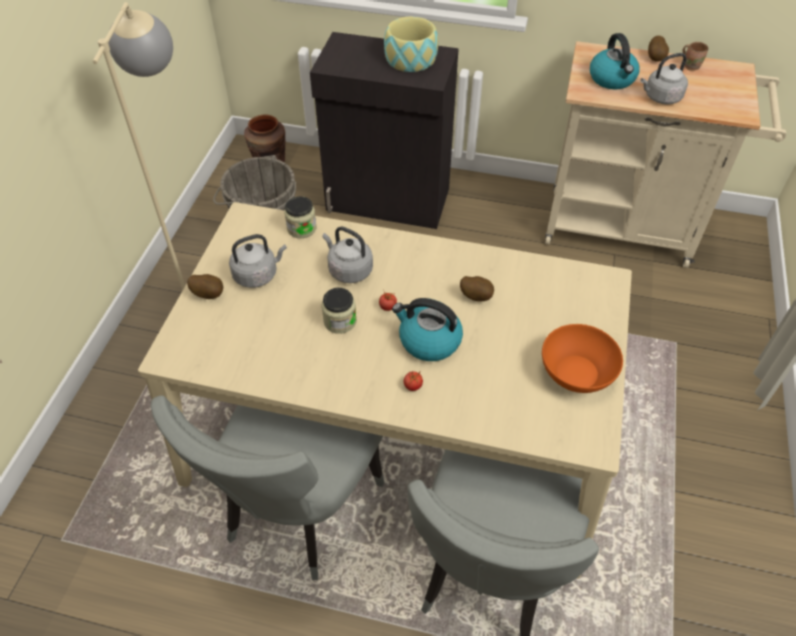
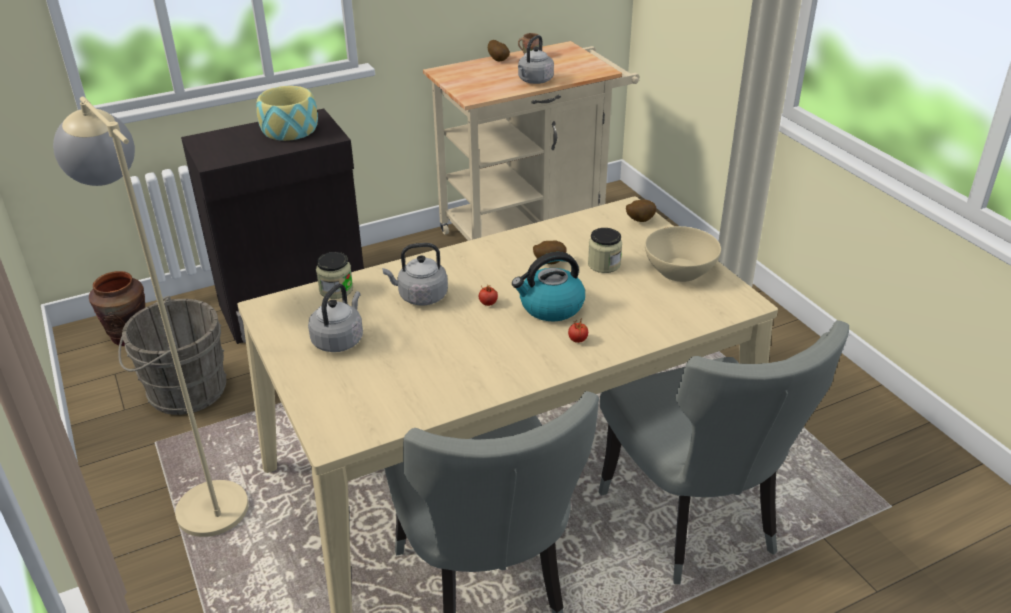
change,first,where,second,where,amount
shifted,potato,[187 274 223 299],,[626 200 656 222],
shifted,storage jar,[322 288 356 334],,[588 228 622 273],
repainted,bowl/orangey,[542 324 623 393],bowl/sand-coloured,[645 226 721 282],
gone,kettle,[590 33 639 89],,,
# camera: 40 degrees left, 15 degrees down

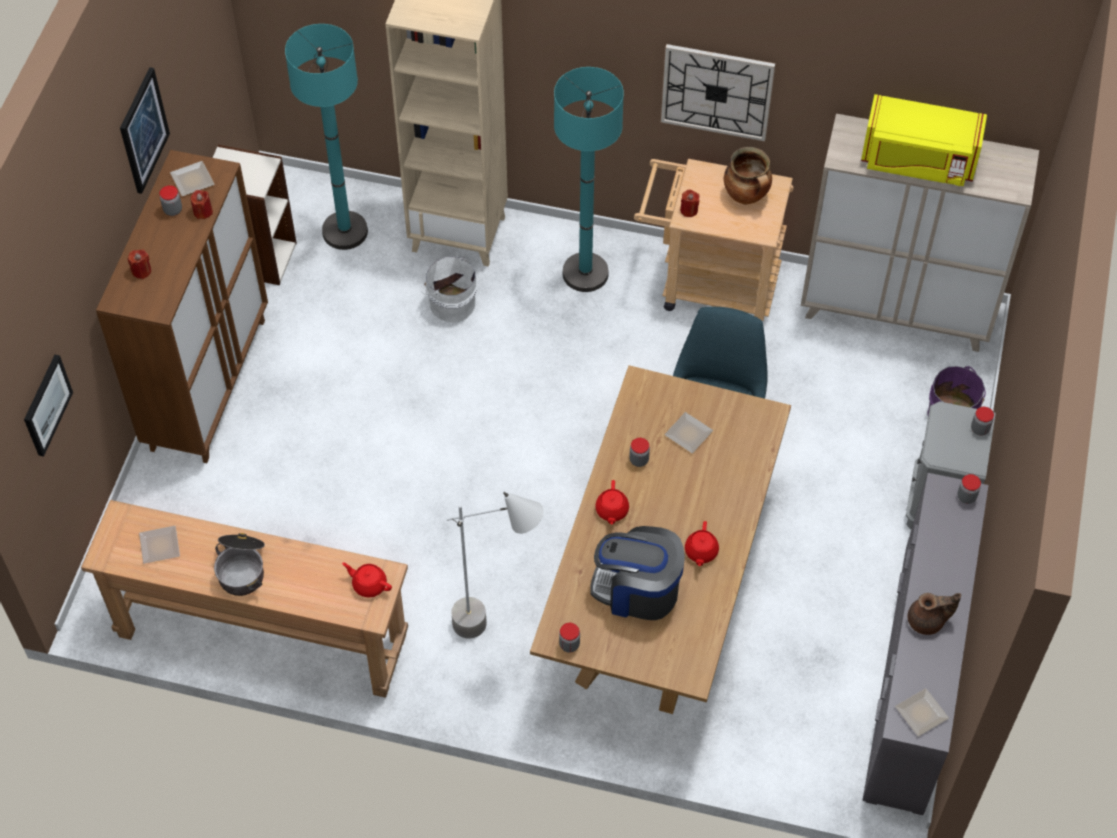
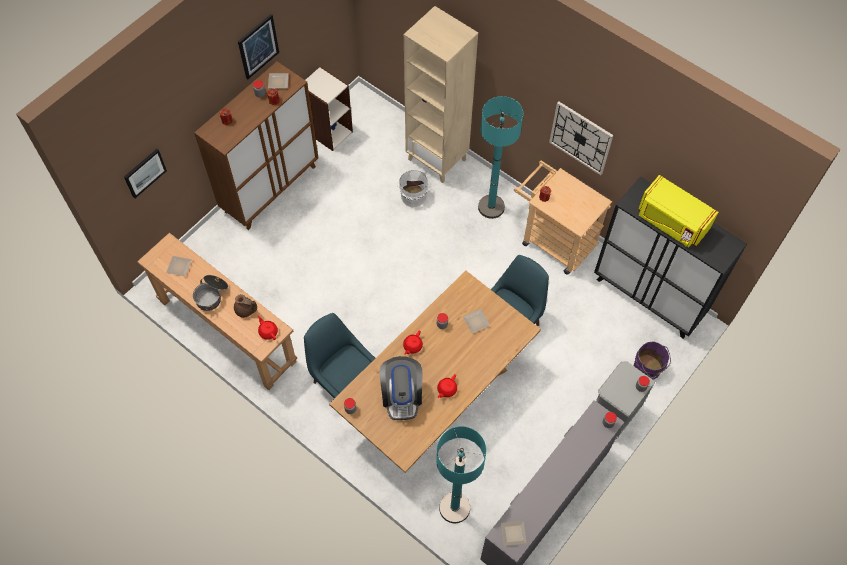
change,first,where,second,where,amount
shifted,floor lamp/turquoise-coloured,[285 24 368 250],,[436 426 486 523],
swapped,floor lamp/gray,[446 492 544 639],plain chair/blue,[304 313 375 398],
rotated,coffee brewer,[590 526 685 620],,[379 356 422 420],135 degrees counterclockwise
gone,cooking pot,[724 147 772 204],,,
repainted,cabinet/sand-coloured,[801 114 1039 352],cabinet/black-coloured,[594 176 747 339],
shifted,pot for tea/brownish,[907 593 961 635],,[234 294 257 318],
# camera: 25 degrees right, 5 degrees up

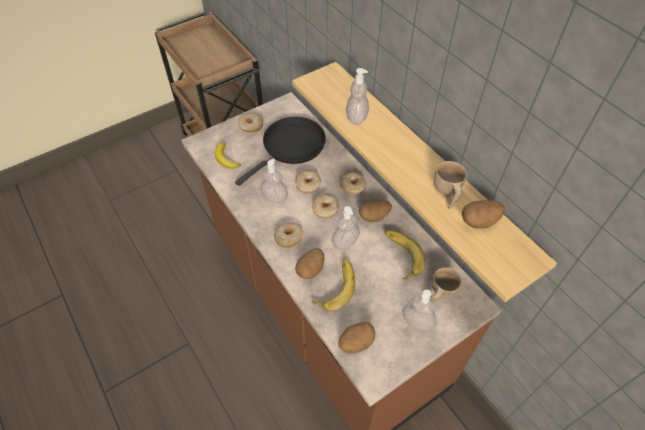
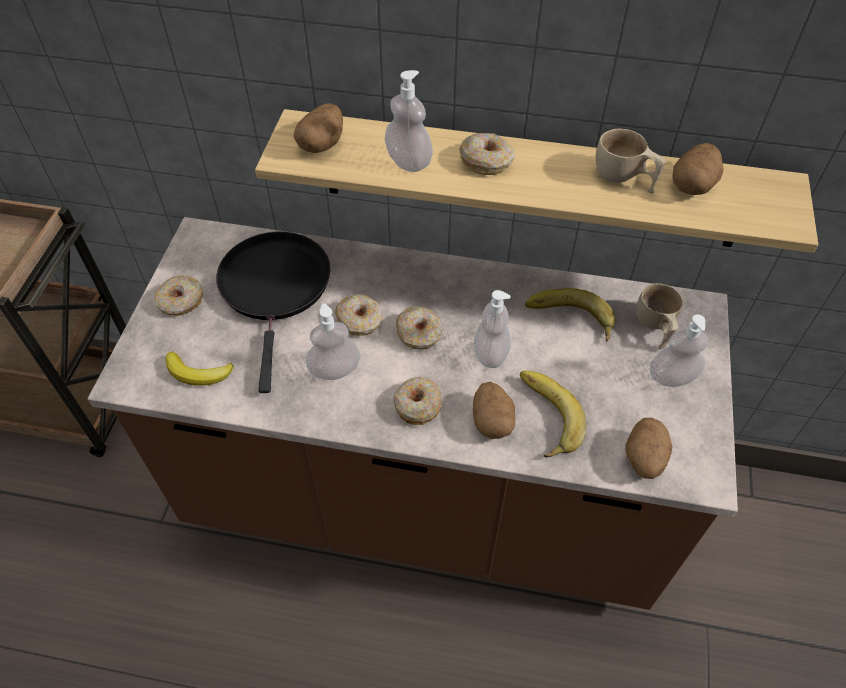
change,first,where,second,where,amount
shifted,doughnut,[340 171 366 195],,[459 133 515 175],
shifted,potato,[359 200 392 222],,[294 103 343 153],
# camera: 45 degrees left, 0 degrees up

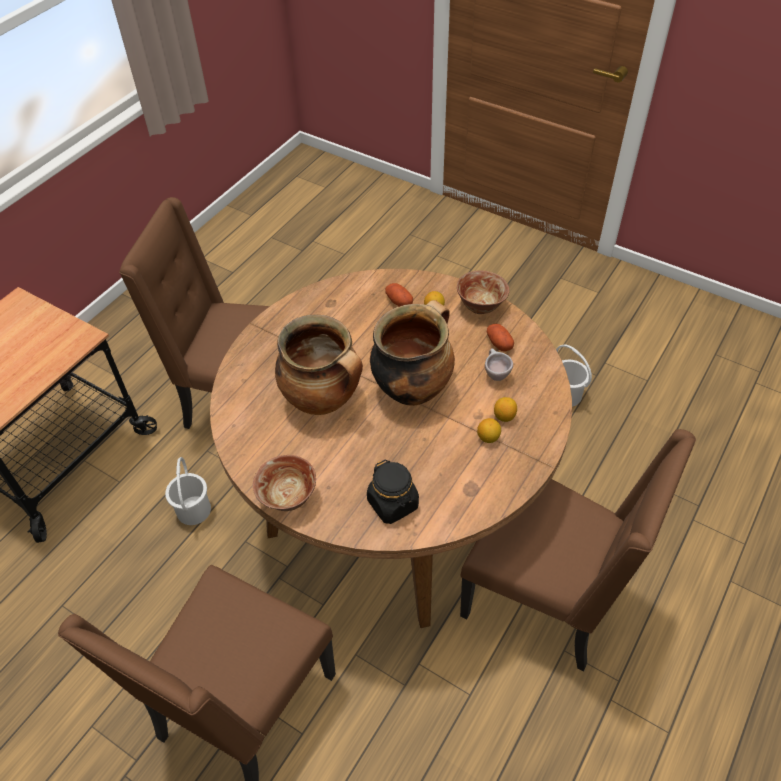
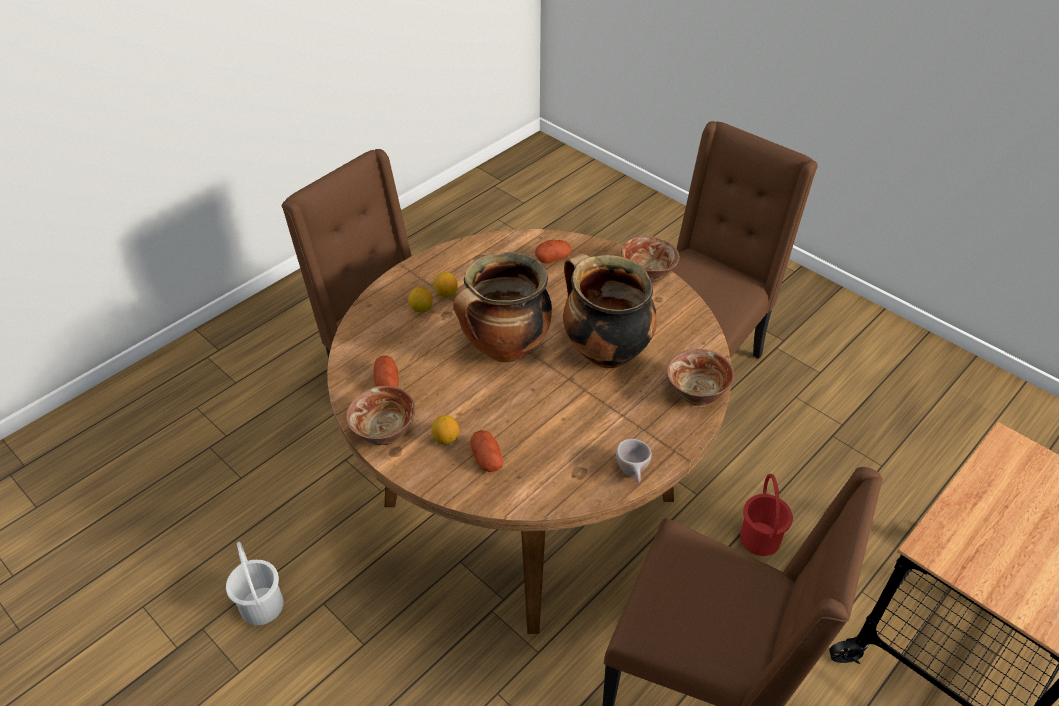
change,first,where,second,where,amount
repainted,water bucket/white,[165 457 211 525],water bucket/red-coloured,[740 474 793 556],
swapped,storage jar/black-coloured,[367 459 419 524],potato,[535 240 571 264],
shifted,drinking cup/sand-coloured,[485 348 513 381],,[616 439 652 483],
new,,,bowl,[667 349 734 406],
# camera: 170 degrees left, 5 degrees down

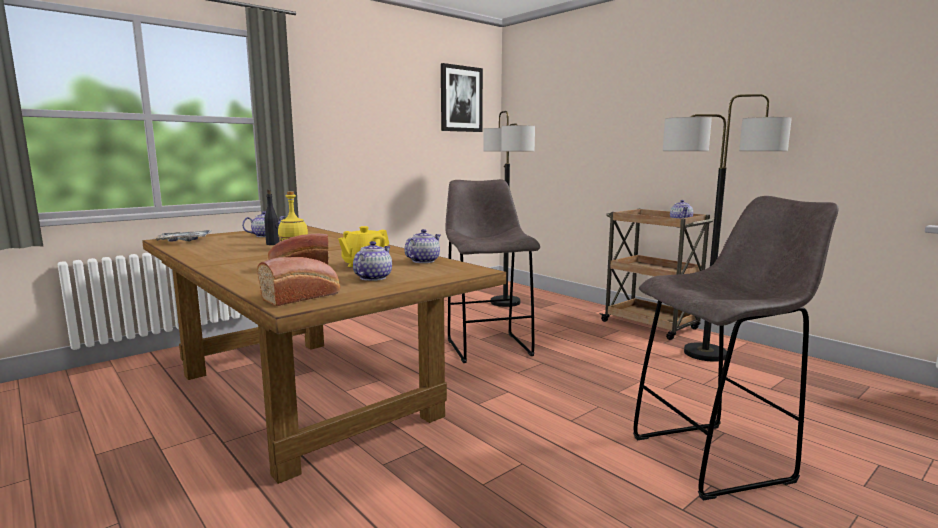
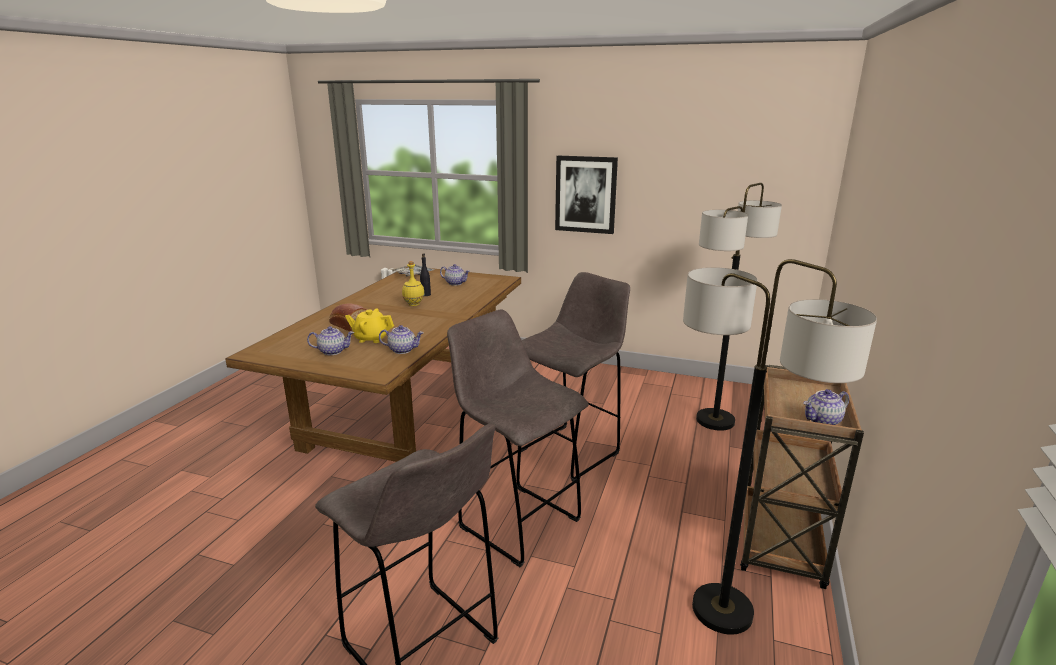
change,first,where,second,where,amount
gone,bakery bread,[257 257 340 306],,,
shifted,picture,[441 63 483 132],,[555 156 618 234],
new,,,stool/gray,[447 309 589 567],
# camera: 60 degrees right, 10 degrees up

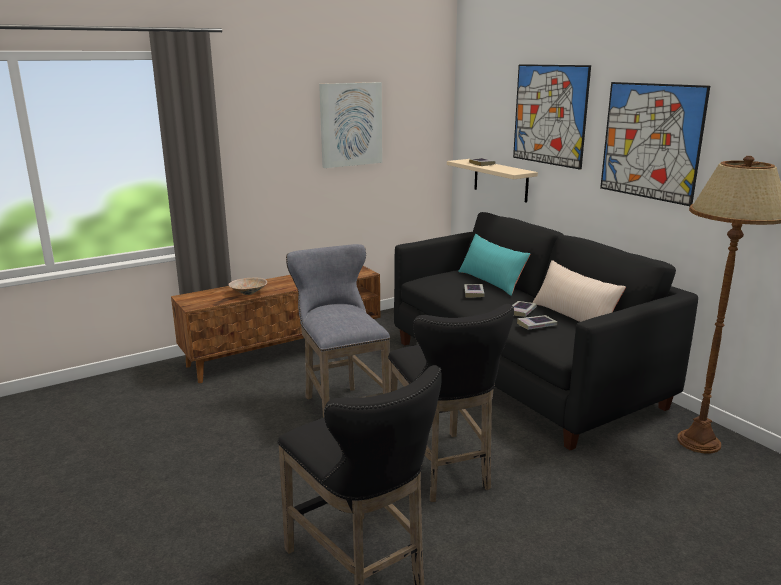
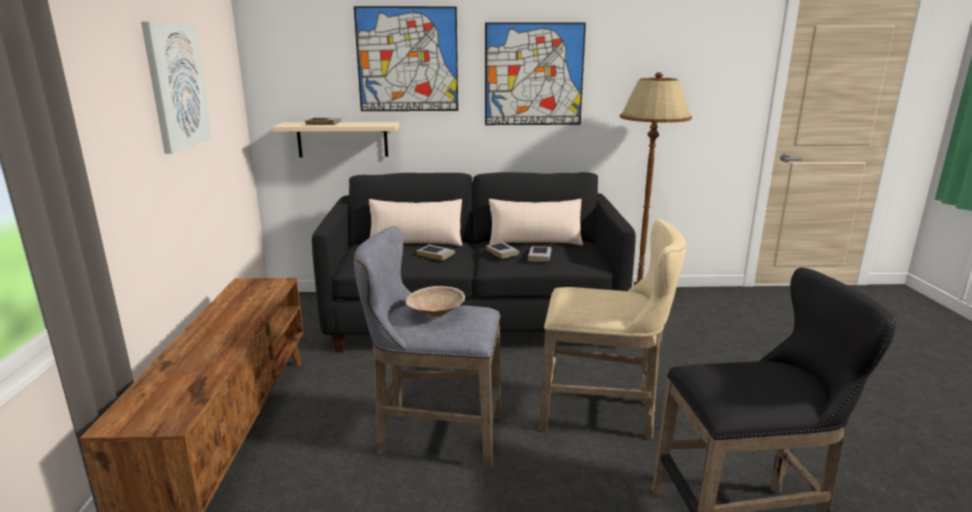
change,first,where,second,where,amount
shifted,bowl/sand-coloured,[228 277 267 295],,[405 286 465 316],
repainted,stool/black-coloured,[388 304 514 502],stool/sand-coloured,[539 219 686 440],
repainted,throw pillow/turquoise-coloured,[458 234 531 296],throw pillow/sand-coloured,[369 199 462 246],
# camera: 60 degrees left, 0 degrees up

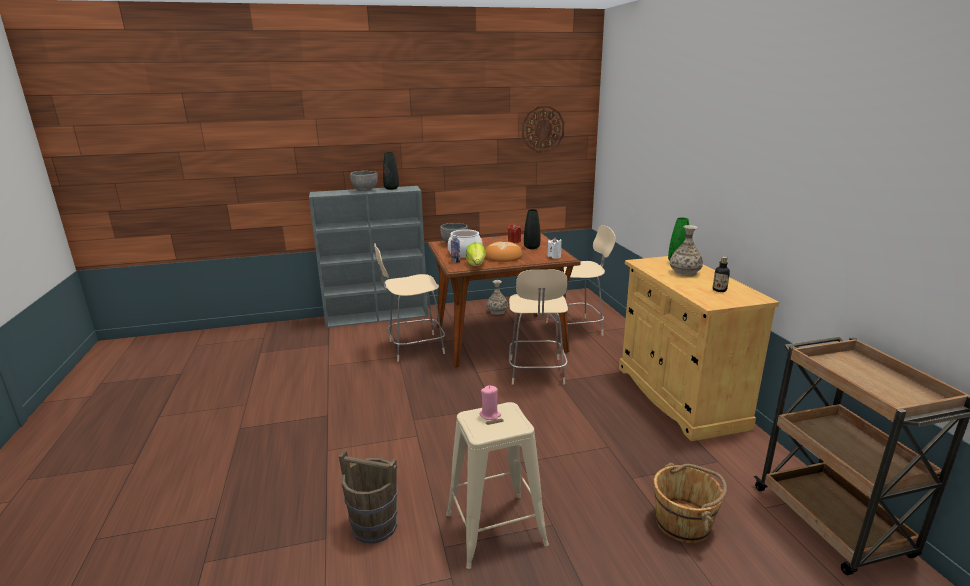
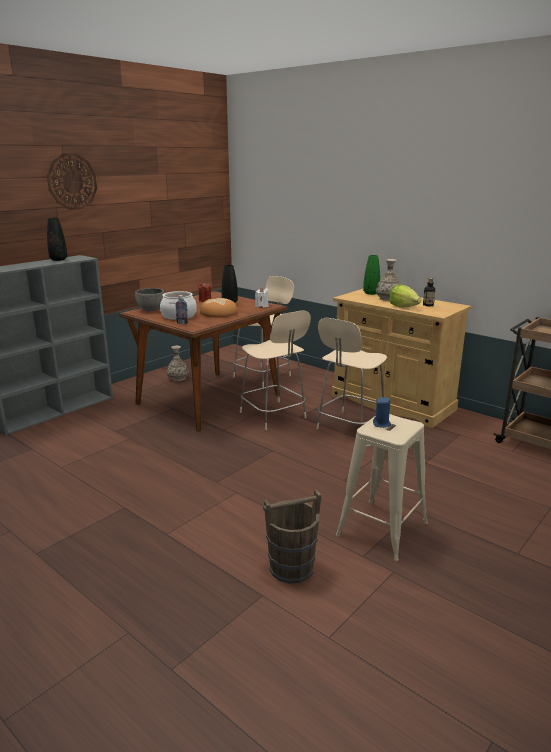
change,first,where,second,where,amount
gone,bowl/gray,[350 171 378 191],,,
shifted,plain chair/sand-coloured,[374 243 445 361],,[316 318 387 429],
shifted,lettuce,[466 242 486 266],,[389 285 421 307],
repainted,wax candle/pink-coloured,[480 386 501 420],wax candle/blue,[373 397 391 428],
shifted,clock on the wall,[522 106 565 153],,[47 153 97 210],
gone,water bucket/brownish,[654 463 727 543],,,
# camera: 35 degrees left, 0 degrees up

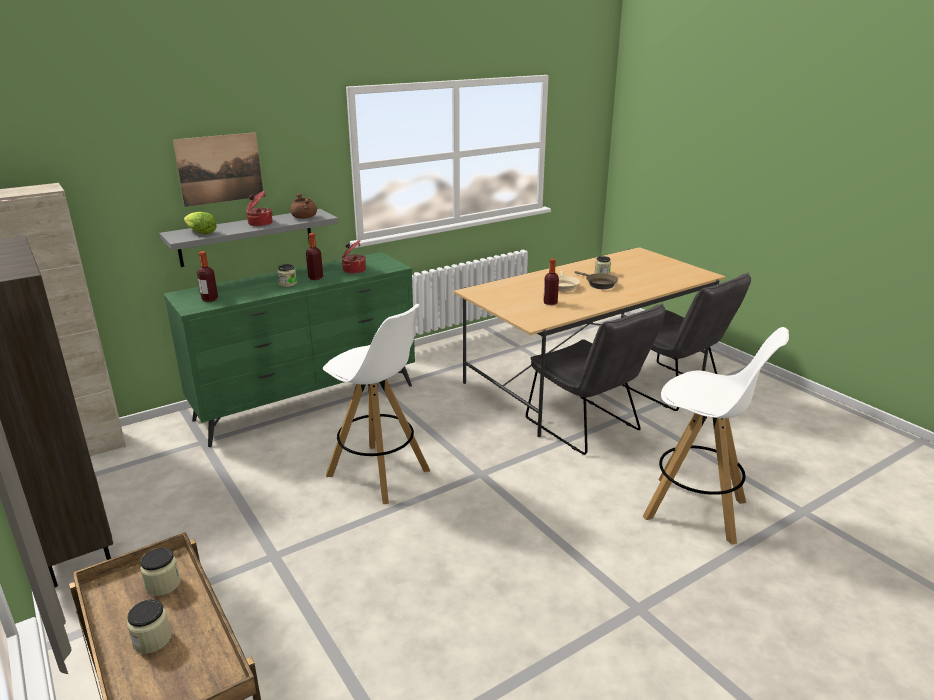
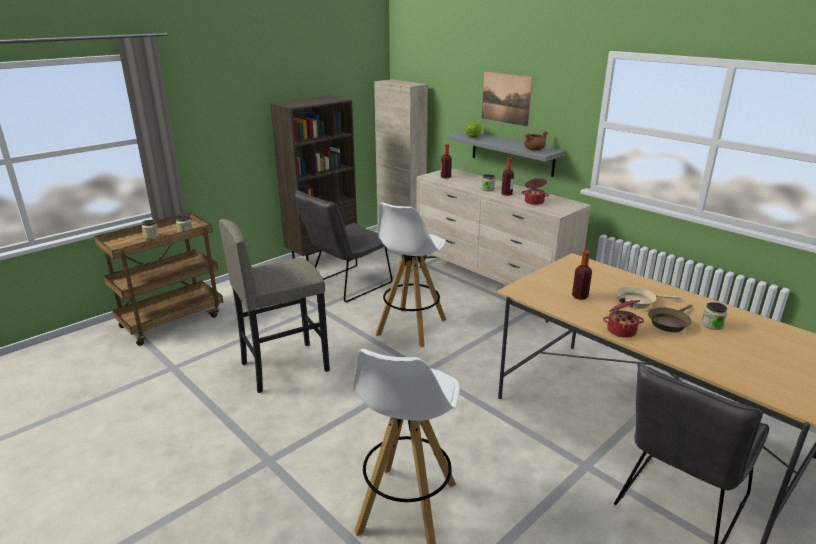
change,first,where,second,where,amount
repainted,drawer chest/green,[163 252 415 447],drawer chest/sand-coloured,[416 168 592 323],
shifted,cooking pot,[246 191 273 227],,[603 298 644 338],
shifted,plain chair/gray,[526 303 665 455],,[295 190 392 302],
new,,,stool/gray,[219 219 330 393],
# camera: 80 degrees right, 0 degrees up

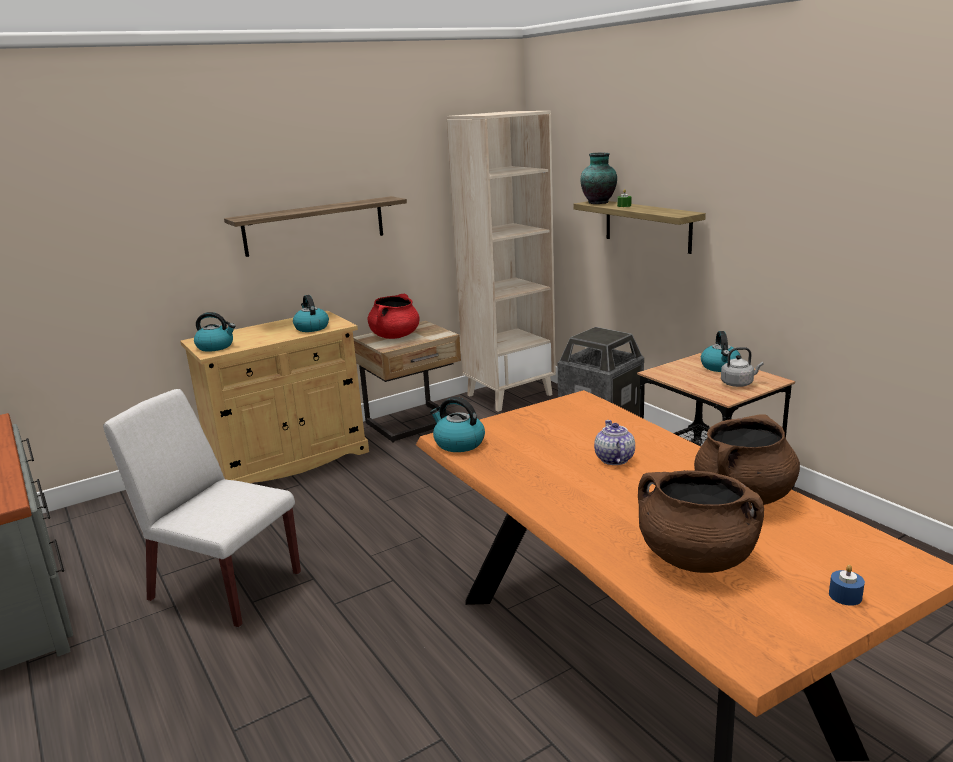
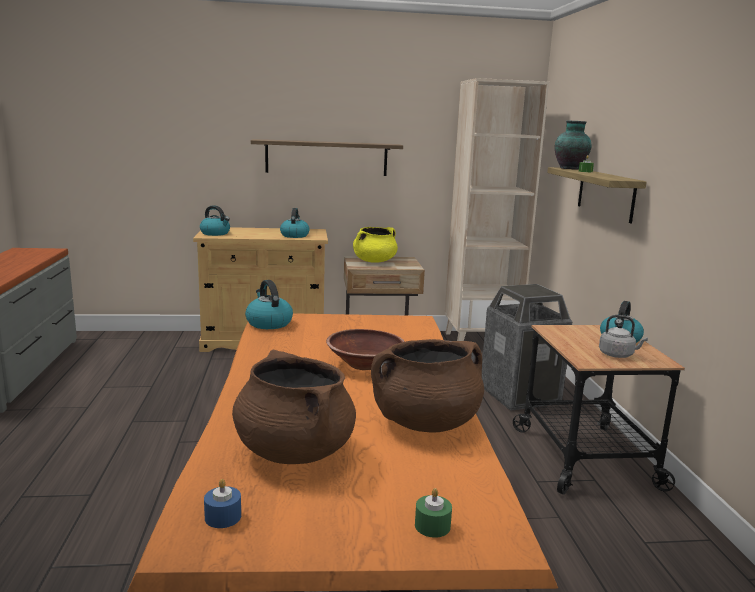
change,first,where,second,where,amount
gone,plain chair/white,[103 389 301 628],,,
repainted,cooking pot/red-coloured,[368 294 420 339],cooking pot/yellow,[353 227 398 263],
swapped,pot for tea,[594 420 635 465],bowl/brownish,[326 329 405 370],
shifted,wax candle/blue,[829 565 865 606],,[204 479 241 528],
new,,,wax candle/green,[415 488 452 538],
# camera: 25 degrees right, 5 degrees down

